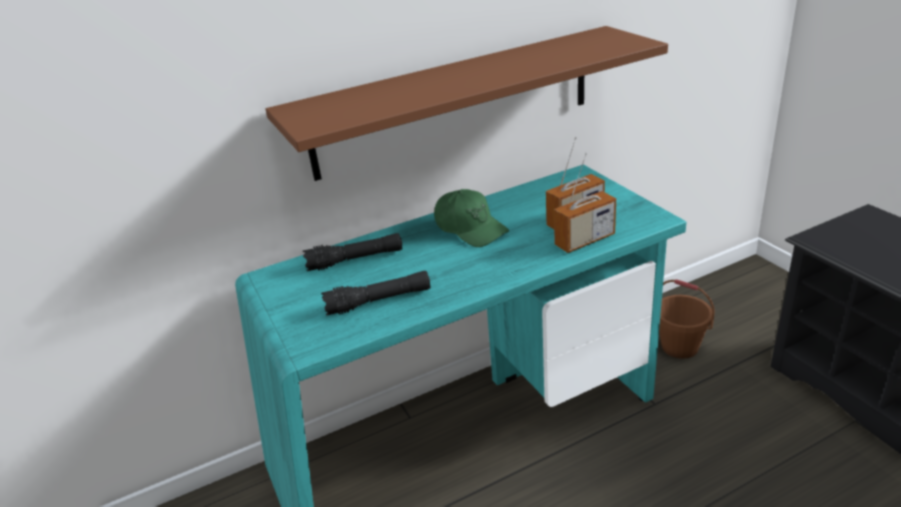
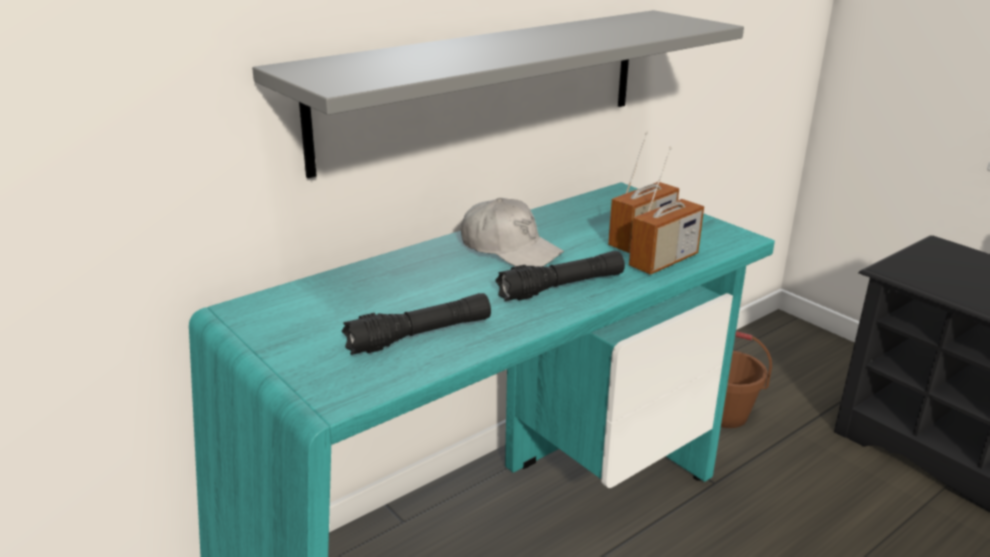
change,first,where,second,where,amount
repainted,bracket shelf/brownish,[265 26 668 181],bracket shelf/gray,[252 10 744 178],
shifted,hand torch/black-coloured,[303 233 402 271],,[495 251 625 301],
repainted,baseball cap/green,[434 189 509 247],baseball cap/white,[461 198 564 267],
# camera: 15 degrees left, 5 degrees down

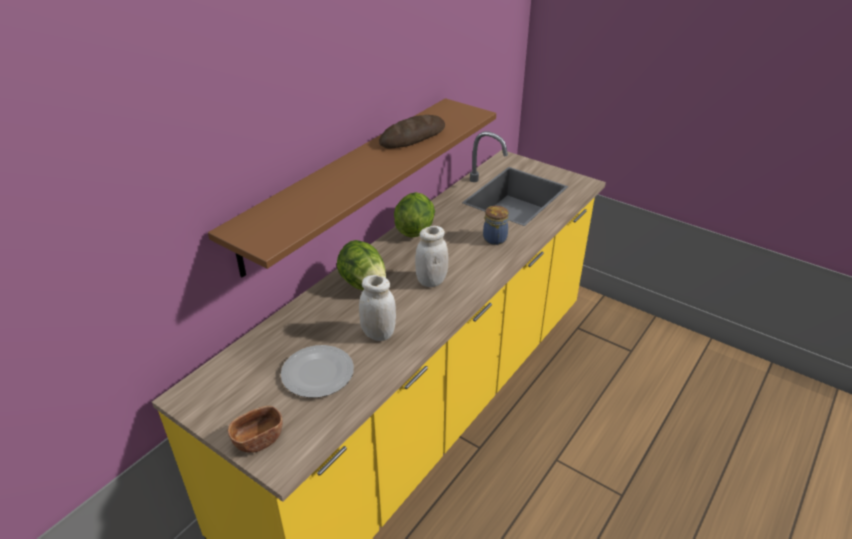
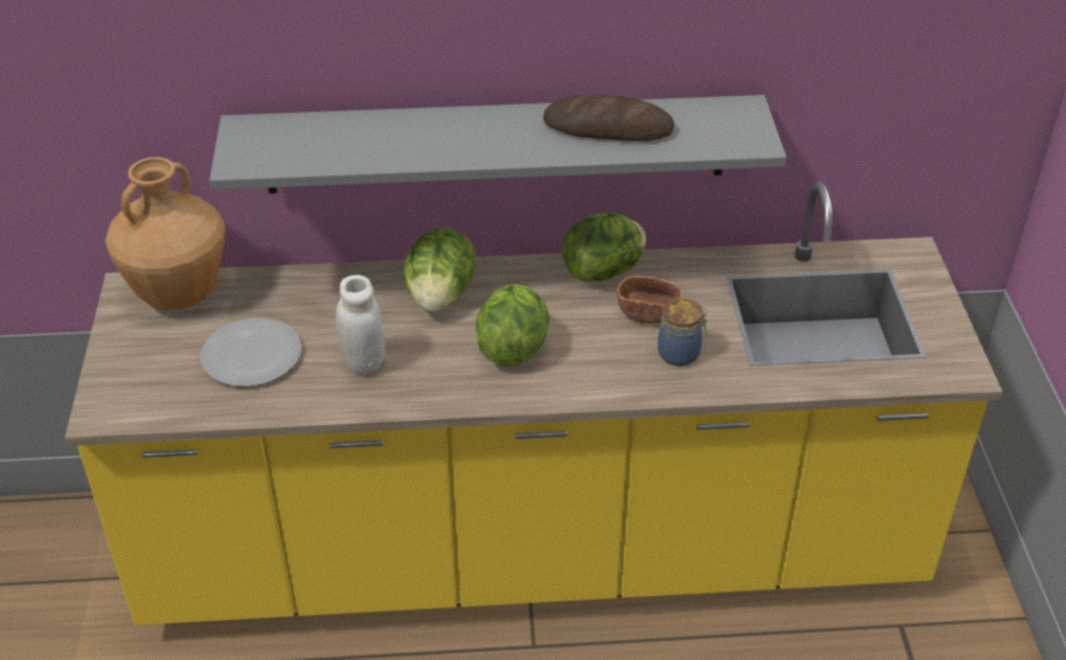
change,first,where,second,where,amount
repainted,bracket shelf/brownish,[208 98 496 277],bracket shelf/gray,[209 95 787 194],
shifted,bowl/brownish,[228 406 282 453],,[617 275 682 324],
swapped,storage jar/white,[415 226 448 287],lettuce,[476 284 550 367],
new,,,vase/brownish,[105 157 226 310],
# camera: 50 degrees right, 5 degrees up

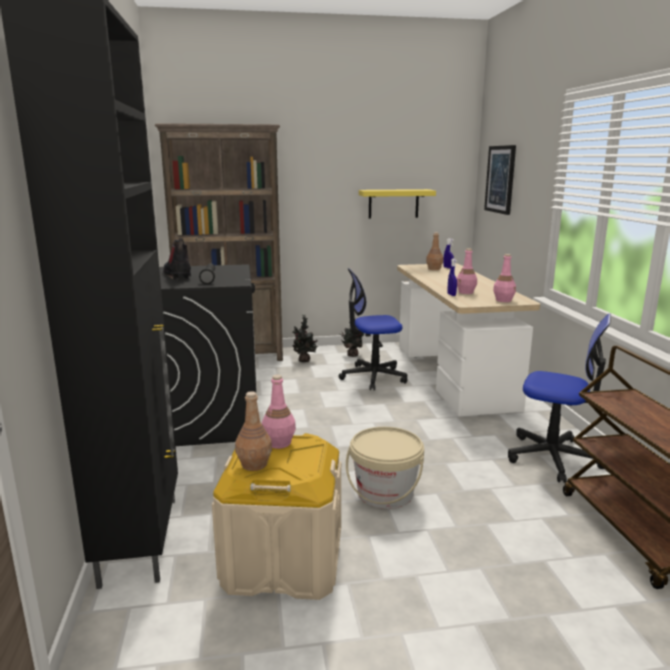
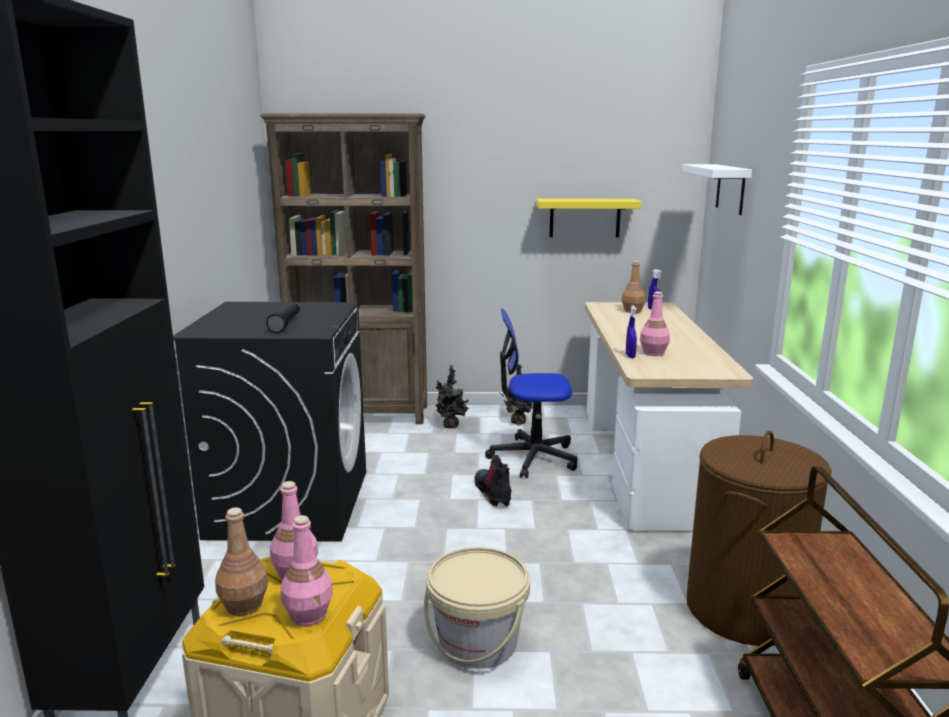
change,first,where,second,where,amount
shifted,high-top boot,[163 238 191 280],,[474 455 512 507],
swapped,picture,[484 145 516 215],bracket shelf/white,[682 164 752 215],
shifted,beverage bottle/pink-coloured,[493 254 516 302],,[280 515 333 626],
swapped,office chair,[508 314 611 483],washing basket/brownish,[687 431 832 646],
# camera: 10 degrees right, 0 degrees up

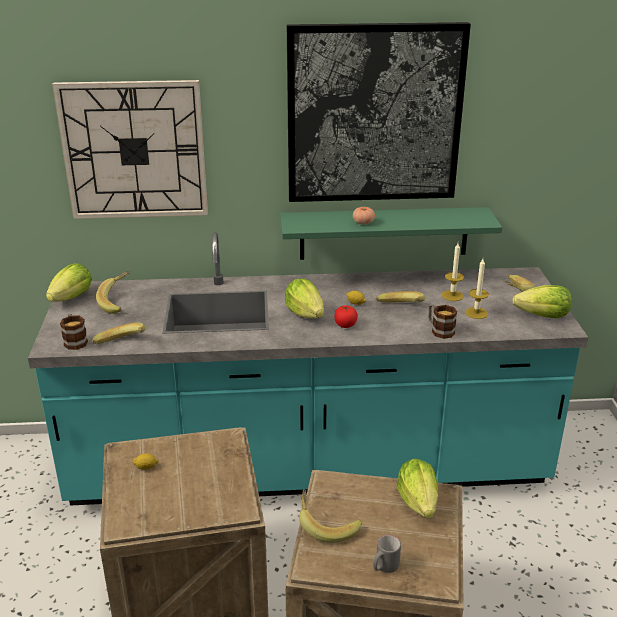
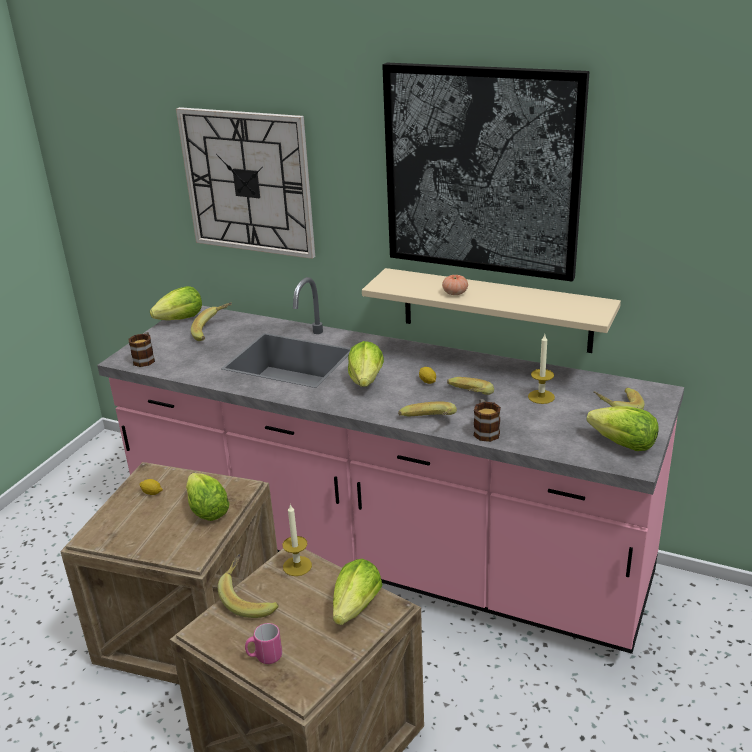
change,first,where,second,where,amount
repainted,counter/turquoise-coloured,[28 232 588 506],counter/pink-coloured,[97 277 684 654],
shifted,whole banana,[92 322 146 344],,[398 402 457 416],
repainted,bracket shelf/green,[280 207 502 260],bracket shelf/sand-coloured,[362 268 621 353],
gone,fresh tomato,[334 305 358 328],,,
repainted,tea mug/gray,[373 535 401 573],tea mug/pink-coloured,[245 623 282 664],
shifted,wax candle,[465 259 489 319],,[282 504 312 576],
new,,,lettuce,[186 473 229 521],
# camera: 30 degrees right, 0 degrees up

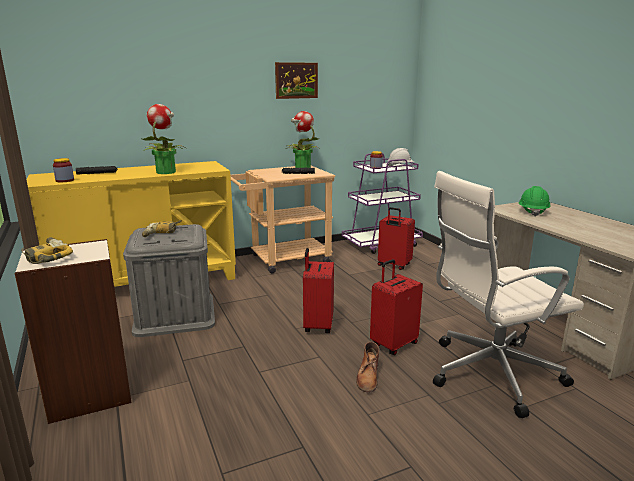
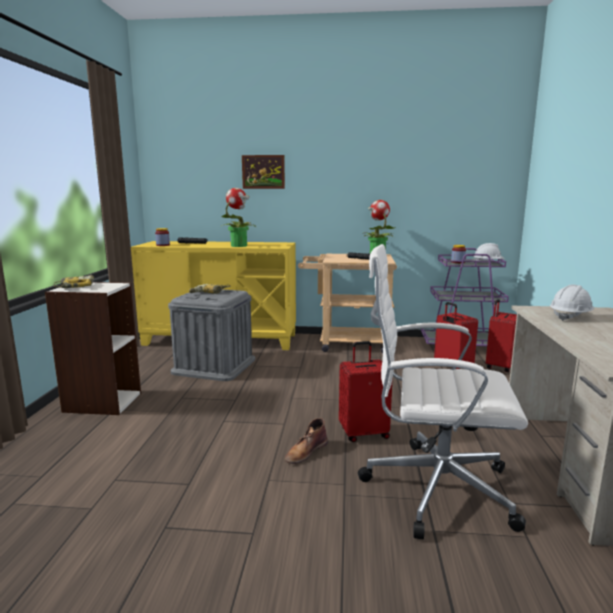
change,first,where,second,where,amount
shifted,picture,[275 62 318 99],,[242 155 285 189],
shifted,suitcase/red-coloured,[303 248 334 333],,[486 299 517 372],
repainted,work helmet/green,[519 186 551 217],work helmet/white,[550 285 594 321],
# camera: 30 degrees right, 5 degrees down

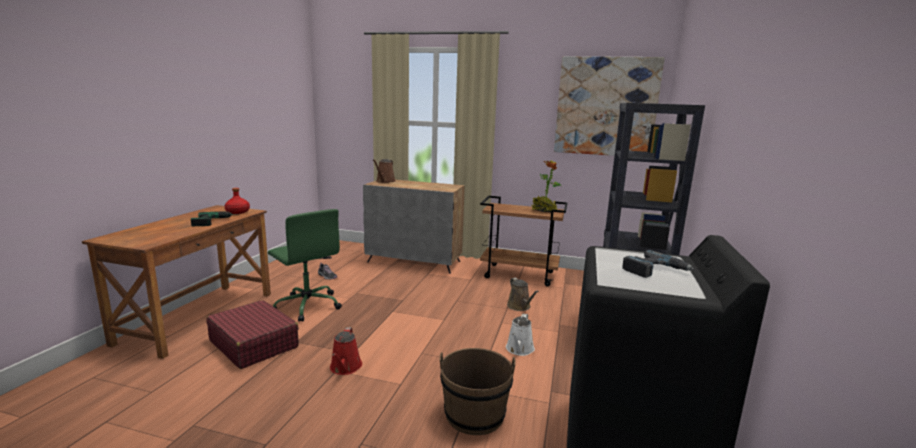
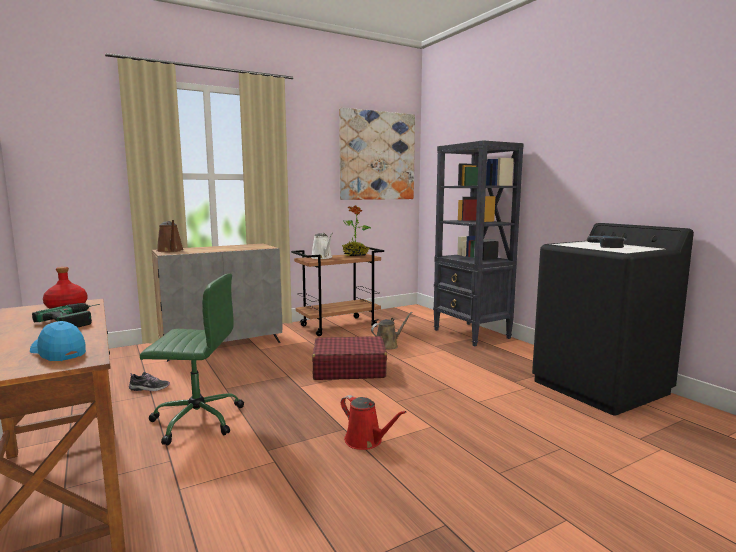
change,first,where,second,where,amount
shifted,suitcase/red-coloured,[206 300 299 369],,[312 336 387 380],
gone,water bucket/brownish,[440 348 516 435],,,
shifted,watering can/white,[506 314 535 356],,[311 233 333 259],
rotated,watering can/brownish,[507 278 539 311],,[371 312 413 350],60 degrees counterclockwise
new,,,baseball cap/blue,[30 321 86 361],
# camera: 45 degrees left, 5 degrees down

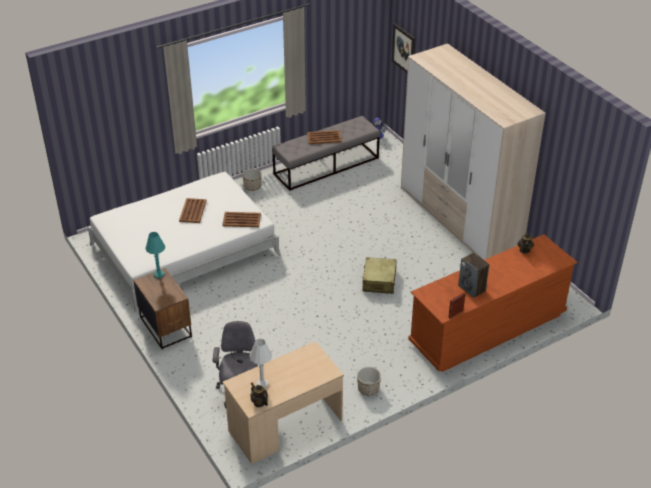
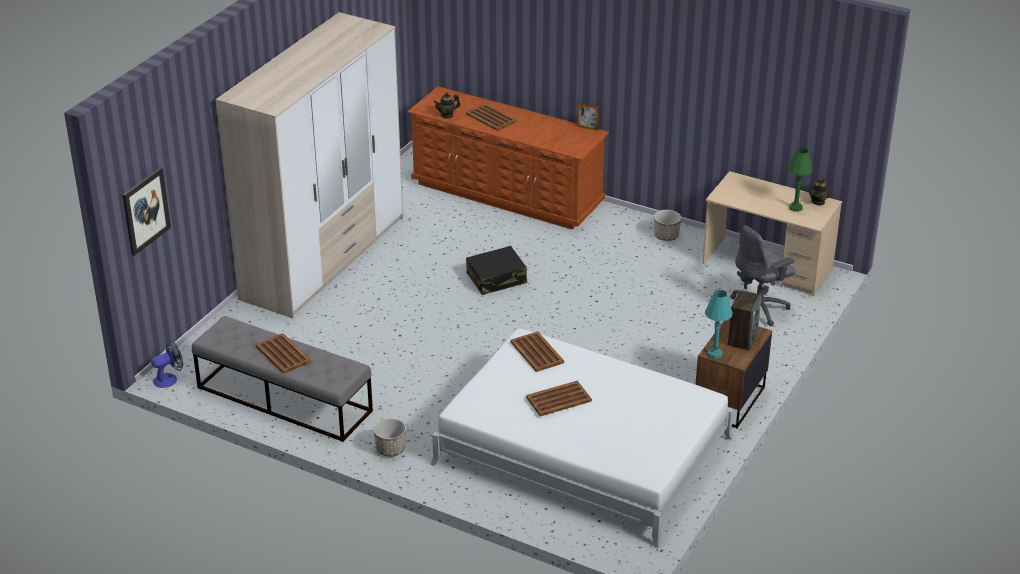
change,first,where,second,where,amount
repainted,tabletop lamp/white,[250 339 272 388],tabletop lamp/green,[788 147 813 212],
repainted,suitcase/sand-coloured,[362 257 397 294],suitcase/black-coloured,[466 246 527 295],
shifted,loudspeaker,[458 252 490 298],,[728 290 762 351],
new,,,carrying tray/brownish,[466 103 517 131],
# camera: 120 degrees left, 5 degrees down

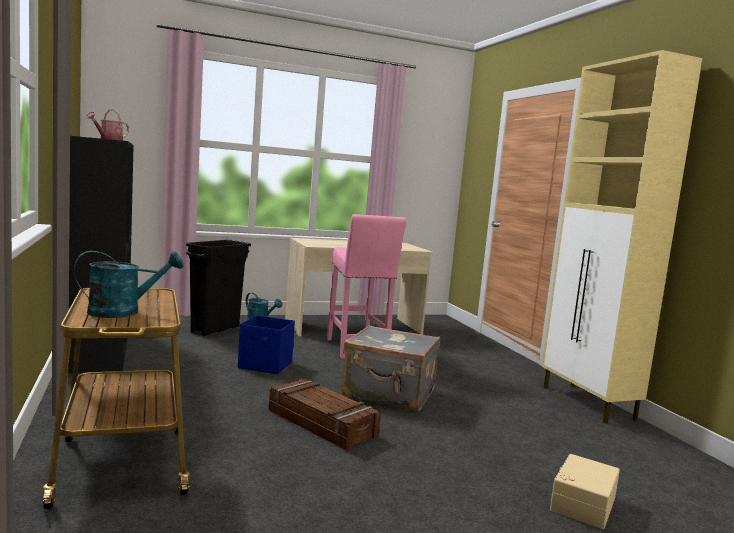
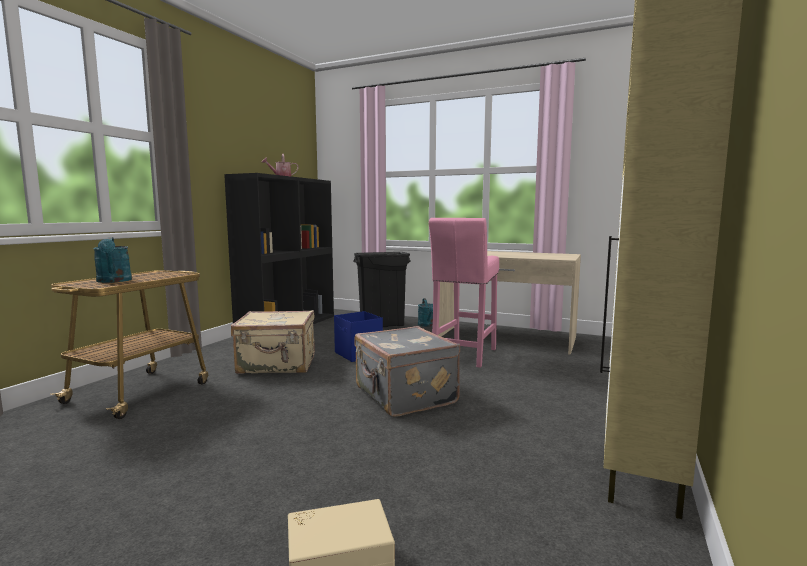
change,first,where,second,where,amount
rotated,watering can/turquoise-coloured,[74 251 184 318],,[93 237 132 283],45 degrees clockwise
gone,packing crate,[269 379 381 450],,,
new,,,suitcase/sand-coloured,[231 310 315 374],
# camera: 45 degrees right, 0 degrees up

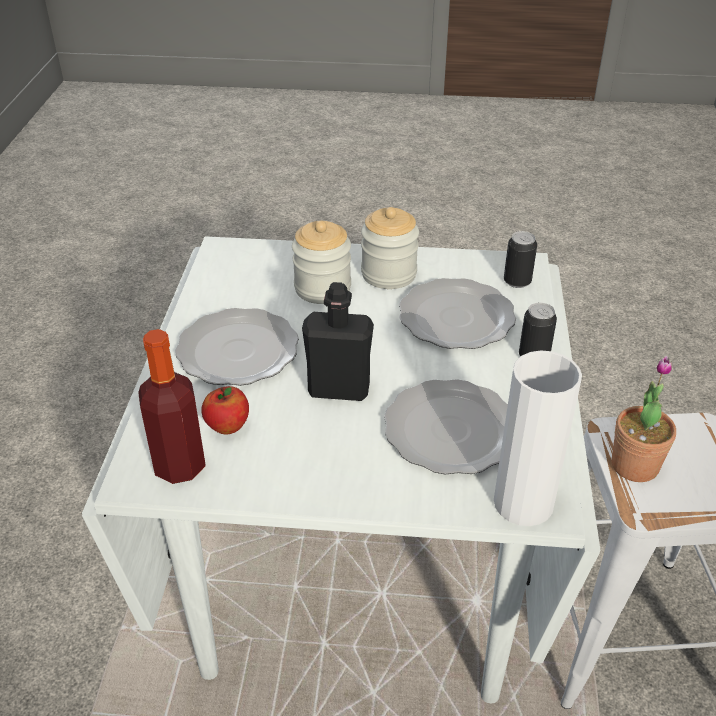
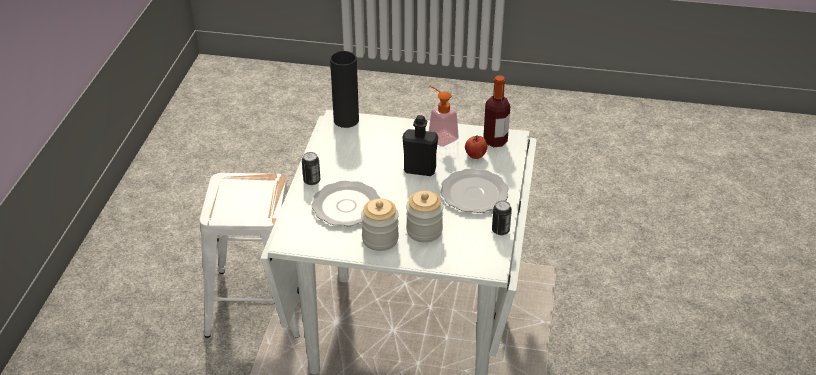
change,first,where,second,where,amount
gone,flat dish,[384 379 508 475],,,
repainted,vase/white,[494 350 582 526],vase/black-coloured,[330 51 359 128],
shifted,metal can,[504 231 537 288],,[492 201 512 235],
gone,plant in a pot,[612 356 676 482],,,
new,,,soap bottle,[429 86 459 147],
# camera: 175 degrees left, 0 degrees up

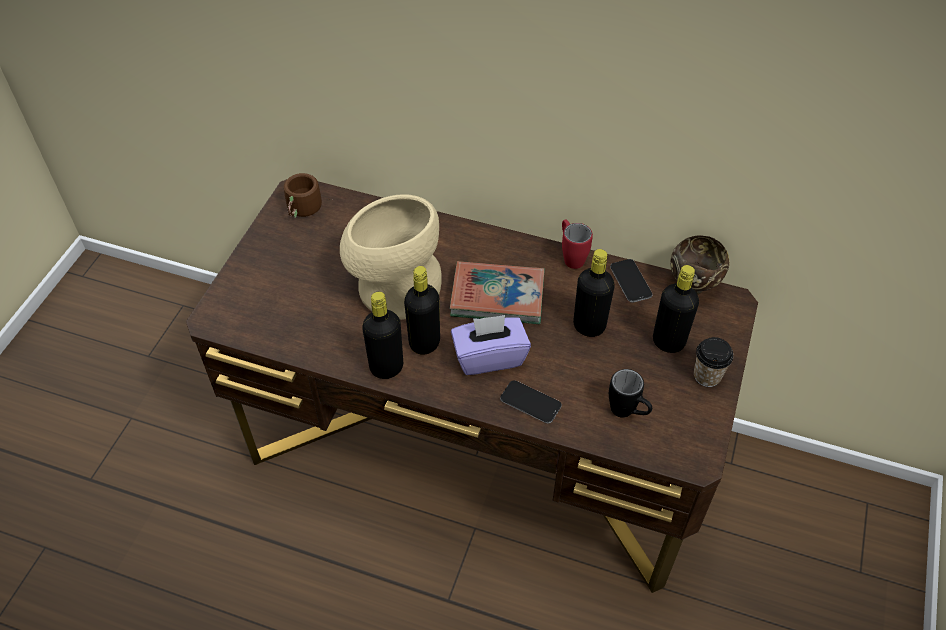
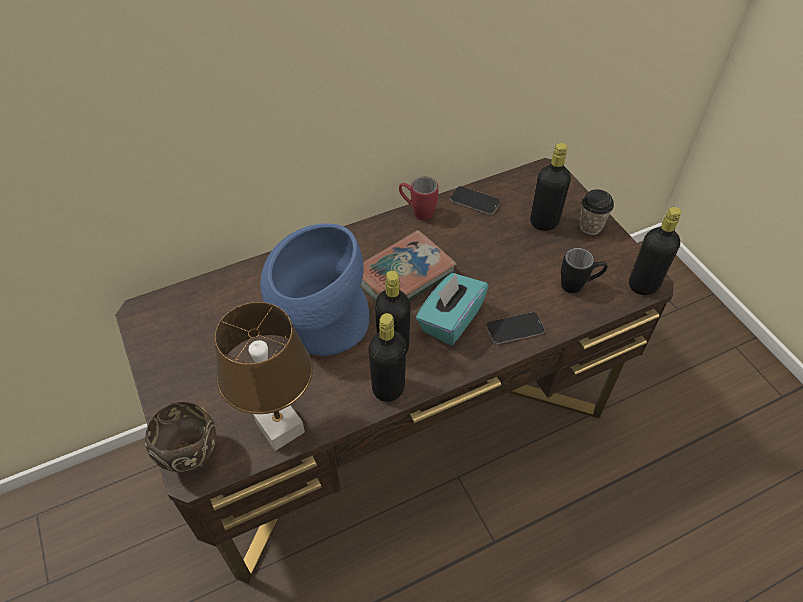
change,first,where,second,where,amount
gone,tea mug/brownish,[284 173 331 218],,,
repainted,vase/sand-coloured,[340 194 442 320],vase/blue,[260 223 369 356],
repainted,box of tissues/purple-coloured,[451 315 531 375],box of tissues/turquoise-coloured,[416 273 488 346],
shifted,beverage bottle/black-coloured,[573 249 615 337],,[629 207 682 295],
shifted,bowl/brownish,[670 235 729 294],,[145 402 216 472],
new,,,tabletop lamp/brownish,[214 302 313 451],
# camera: 45 degrees left, 0 degrees up

